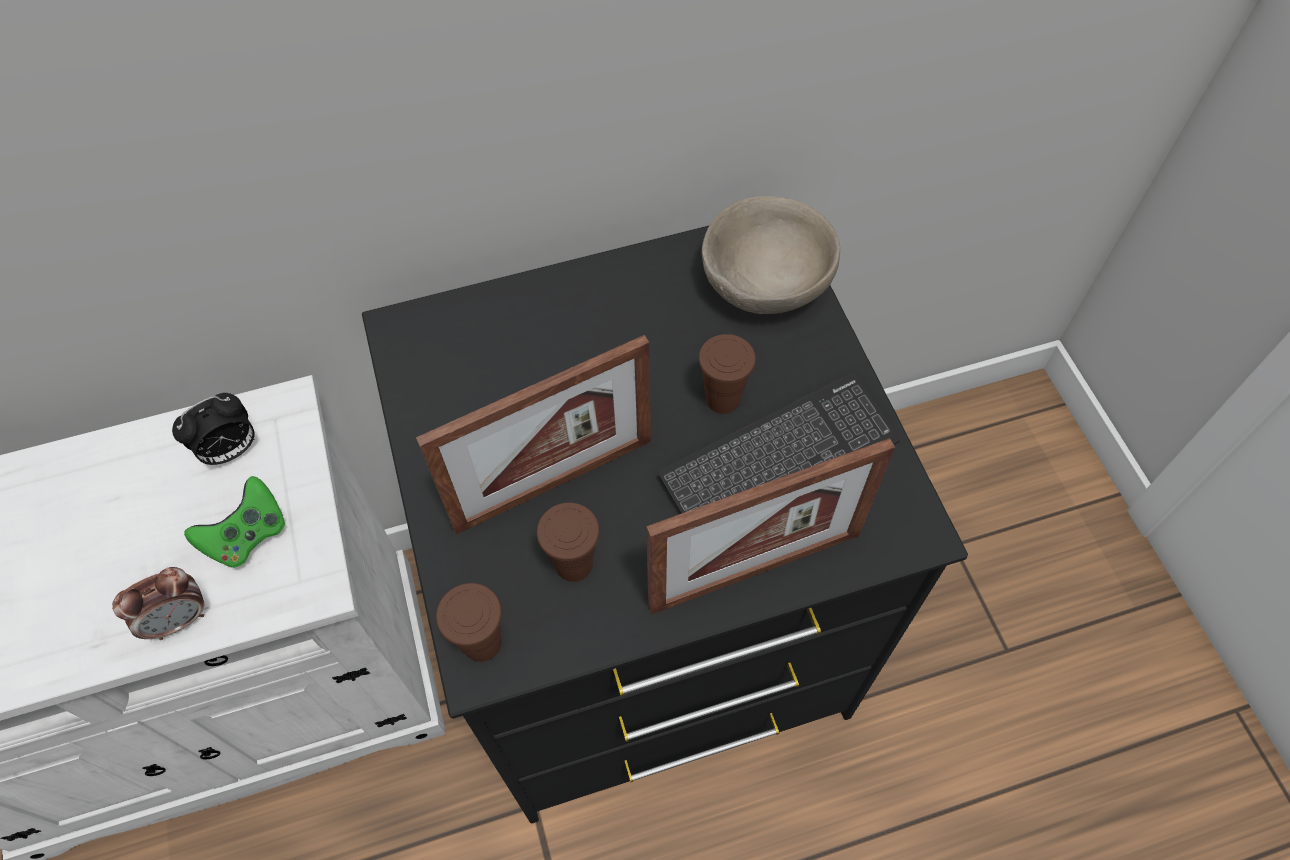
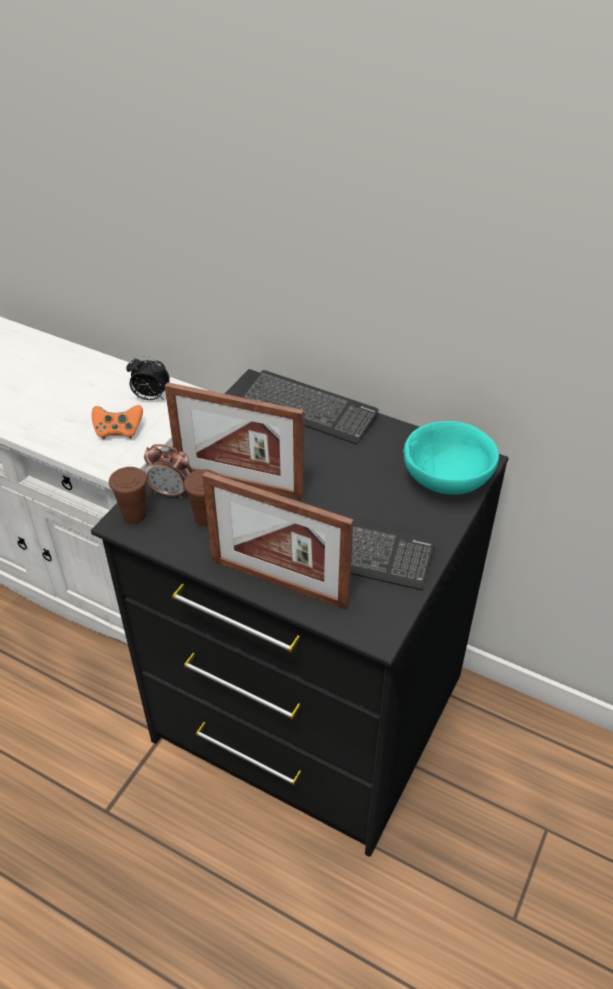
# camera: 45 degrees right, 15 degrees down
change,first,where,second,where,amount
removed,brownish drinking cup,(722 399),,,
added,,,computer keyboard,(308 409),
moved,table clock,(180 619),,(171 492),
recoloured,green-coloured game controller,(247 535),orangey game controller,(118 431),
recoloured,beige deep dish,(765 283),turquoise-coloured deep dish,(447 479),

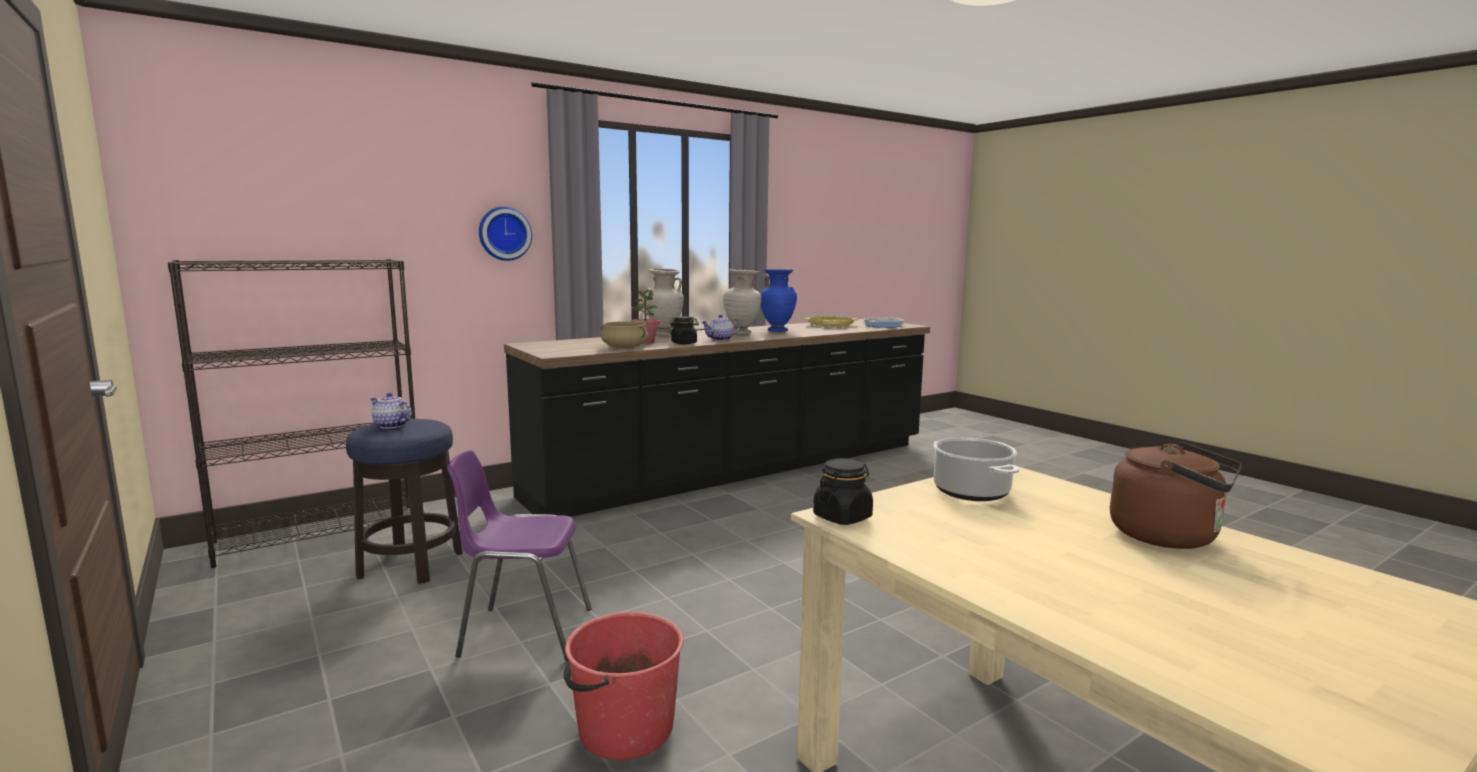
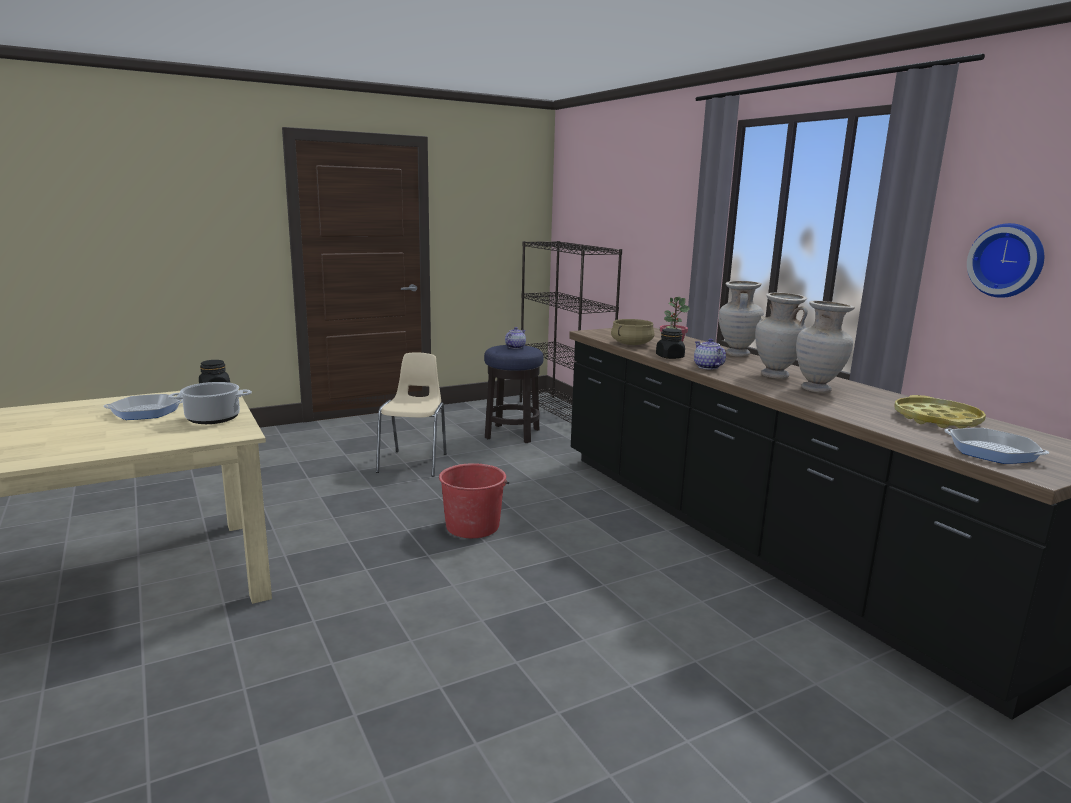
# camera: 95 degrees right, 5 degrees up
change,first,where,second,where,amount
removed,brownish kettle,(1170 537),,,
added,,,skillet,(146 412),
moved,hanging clock,(504 233),,(1007 260),
moved,red water bucket,(624 729),,(472 526),
recoloured,purple-coloured chair,(523 632),beige chair,(414 462),
recoloured,blue-coloured vase,(778 331),beige vase,(817 390),

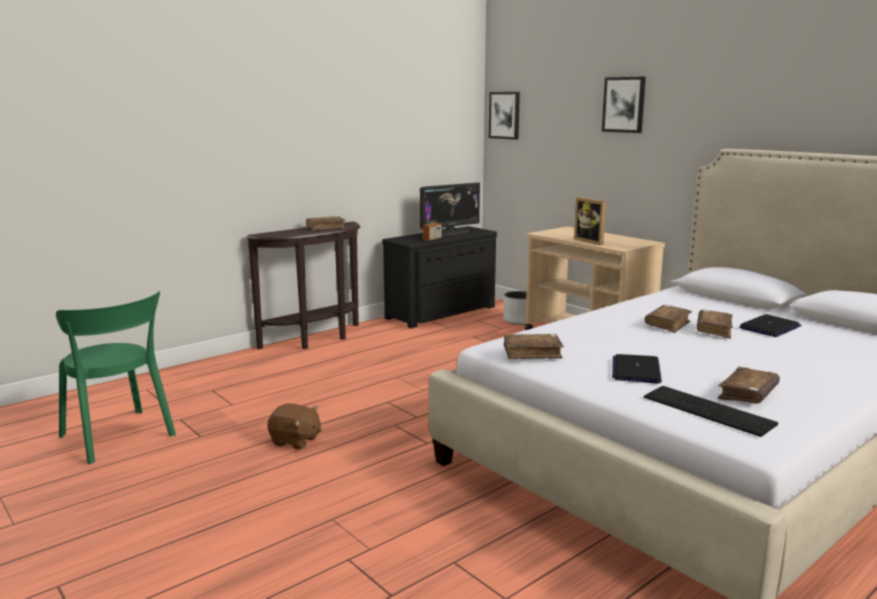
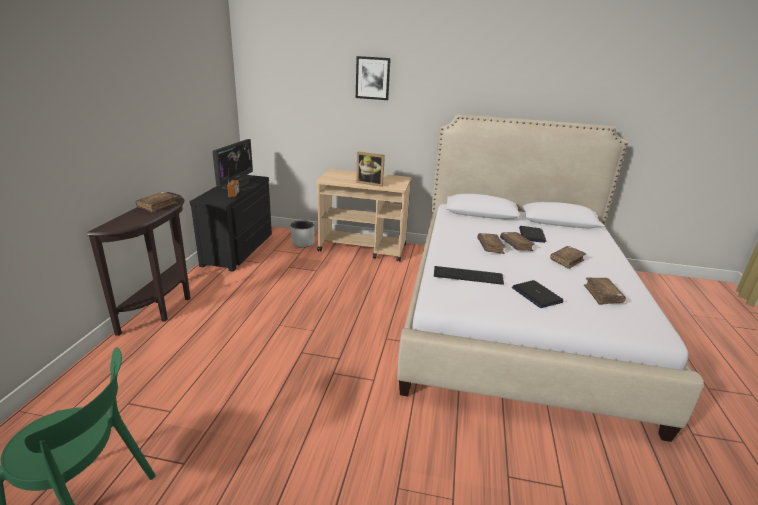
# camera: 40 degrees left, 10 degrees up
change,first,where,second,where,amount
removed,brownish soft toy,(295 441),,,
removed,picture,(504 115),,,
moved,brownish book,(532 353),,(566 261),
moved,computer keyboard,(710 410),,(468 275),

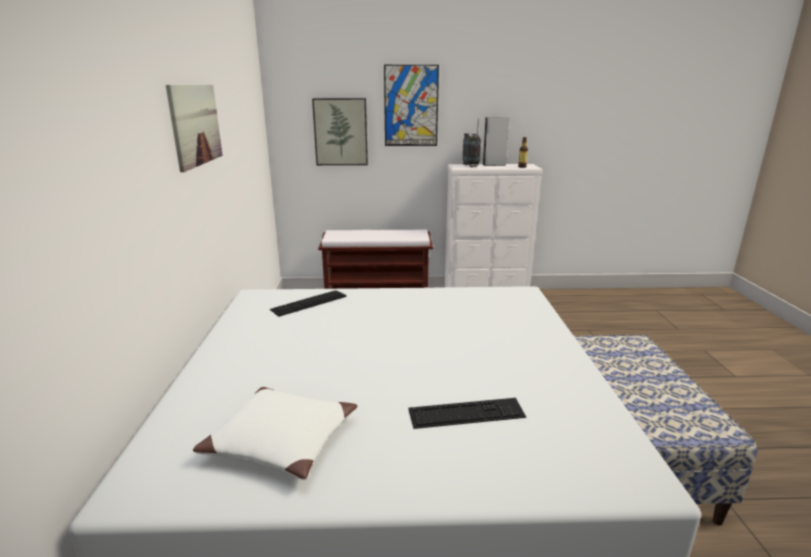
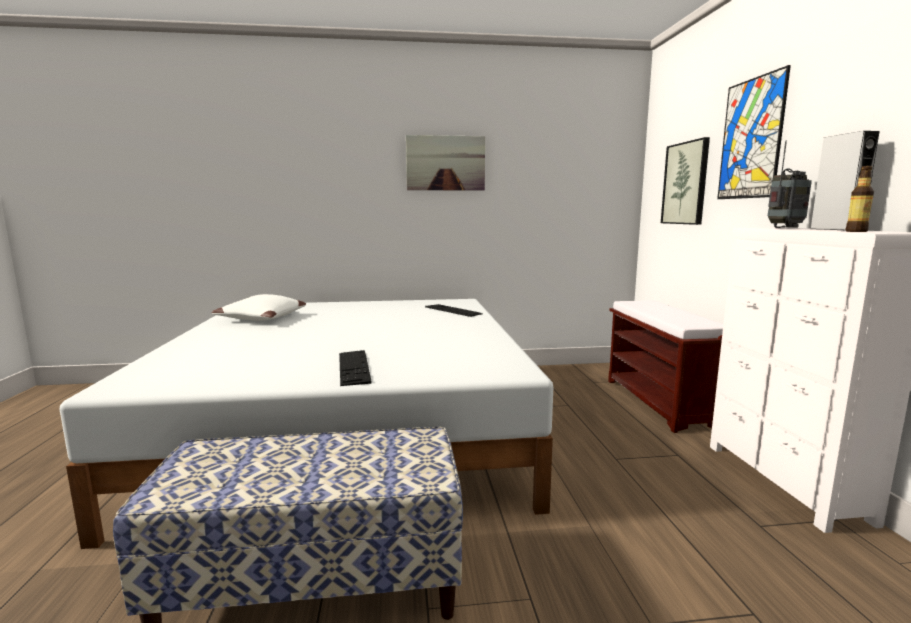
# camera: 85 degrees right, 10 degrees down
change,first,where,second,where,amount
moved,computer keyboard,(466 413),,(353 367),

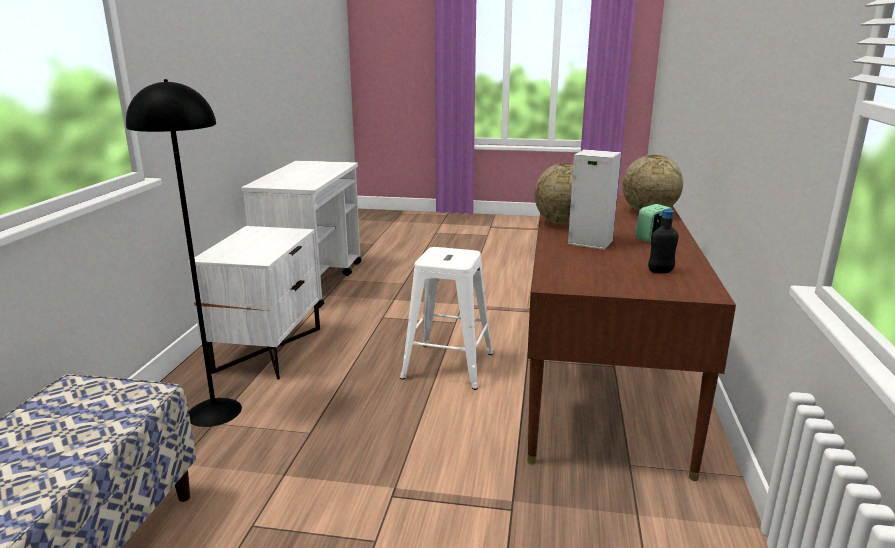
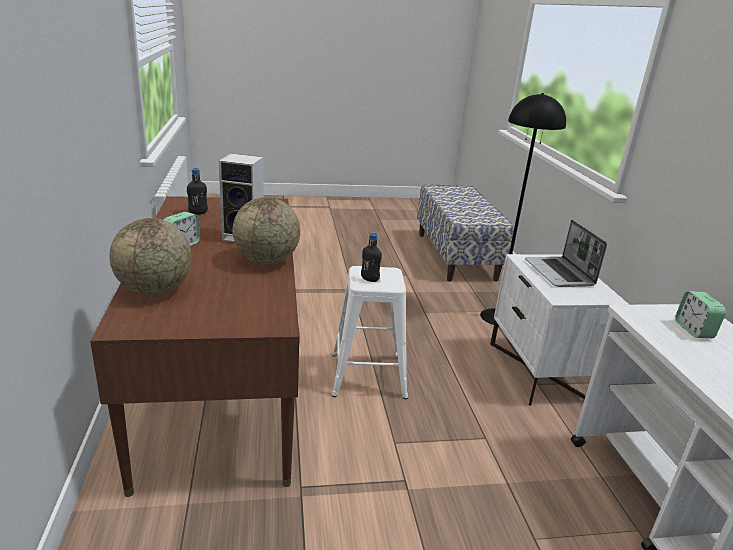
# camera: 160 degrees right, 5 degrees up
change,first,where,second,where,amount
added,,,blackish drink bottle,(369 279),
added,,,portable computer,(560 273),
added,,,table clock,(694 330),

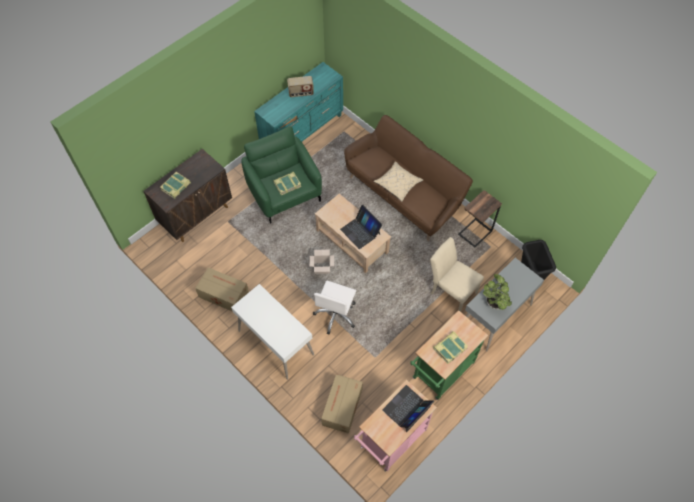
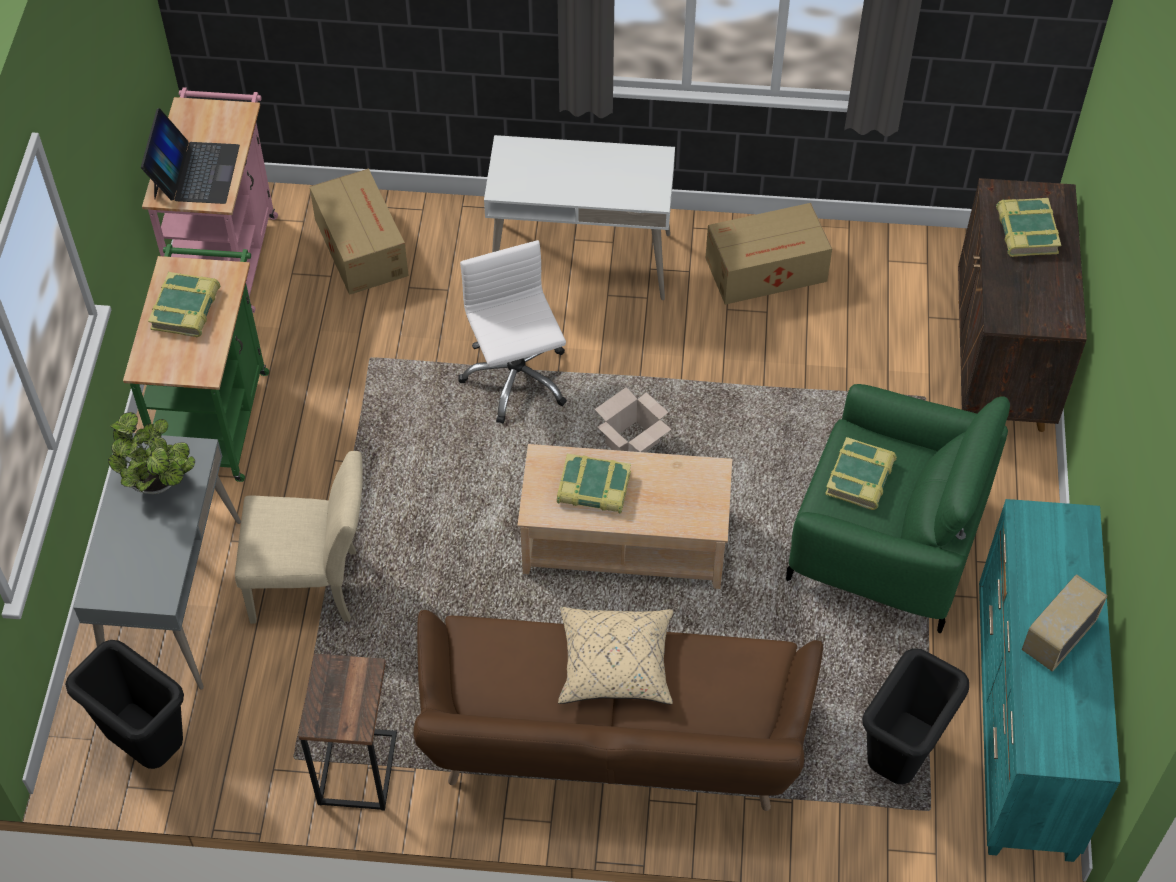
# camera: 140 degrees right, 5 degrees down
change,first,where,second,where,amount
added,,,blackish waste bin,(899 759),
replaced,portable computer,(360 231),book,(593 489),

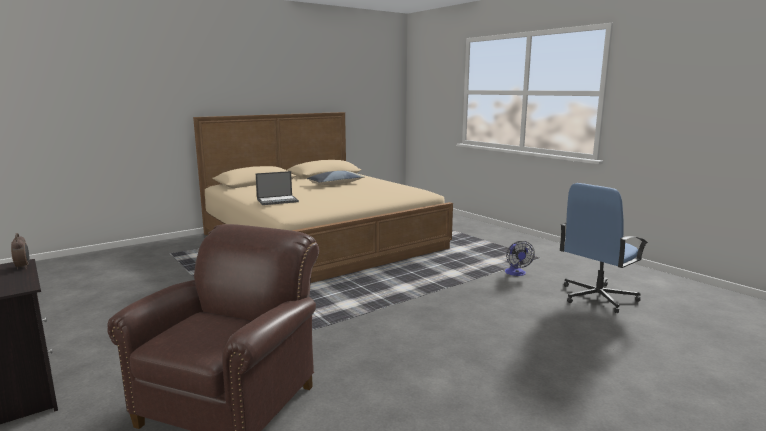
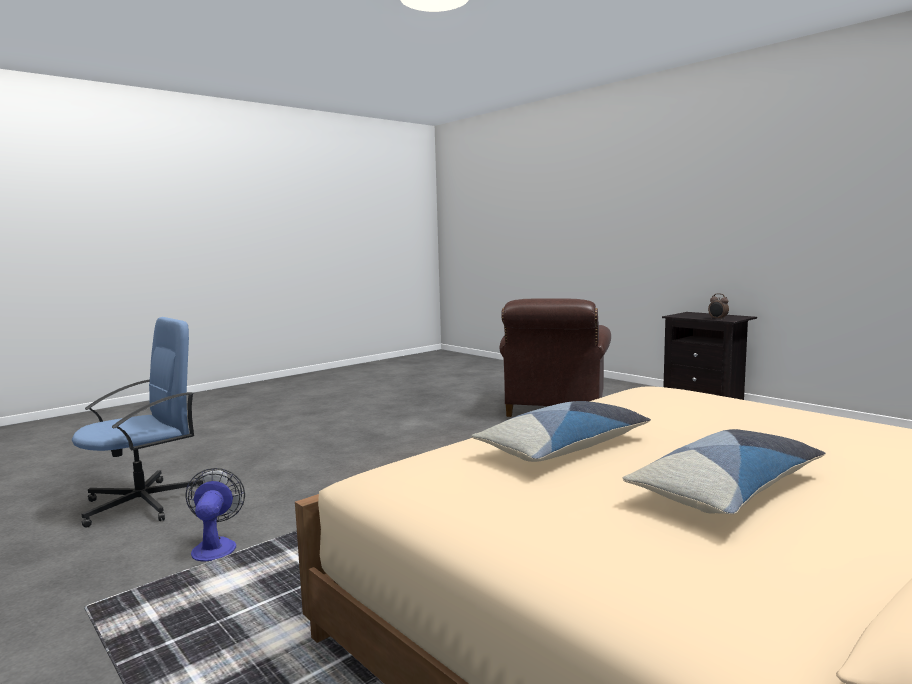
# camera: 175 degrees right, 5 degrees down
change,first,where,second,where,amount
removed,portable computer,(278 200),,,
added,,,cushion,(565 447),

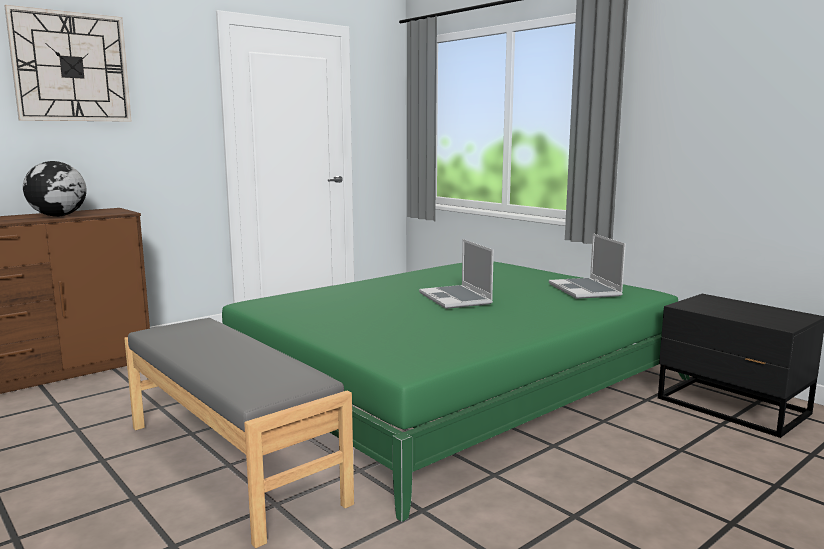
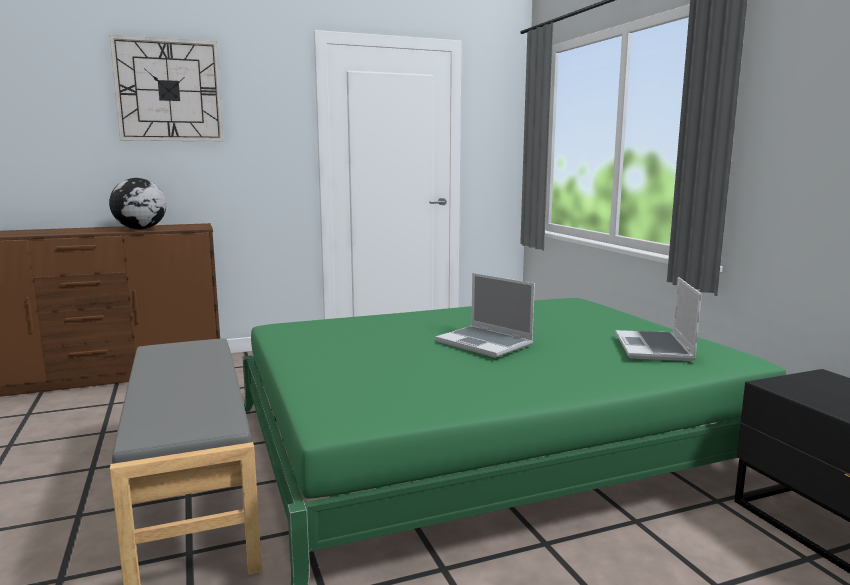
# camera: 20 degrees right, 0 degrees up
change,first,where,second,where,amount
turned,portable computer,(456 299),,(485 343),45 degrees counterclockwise

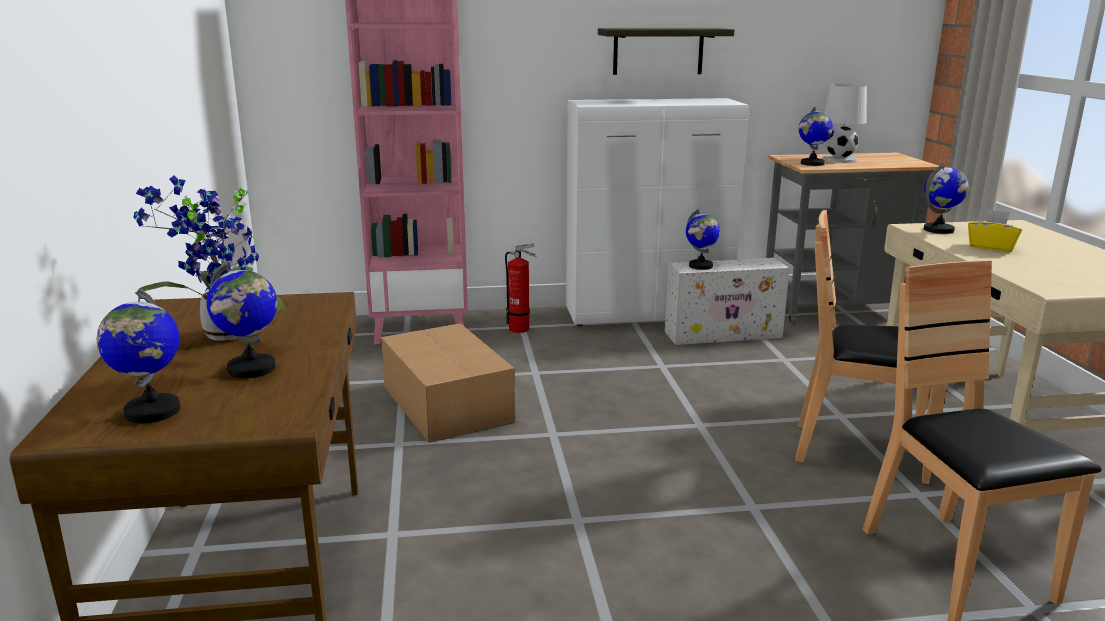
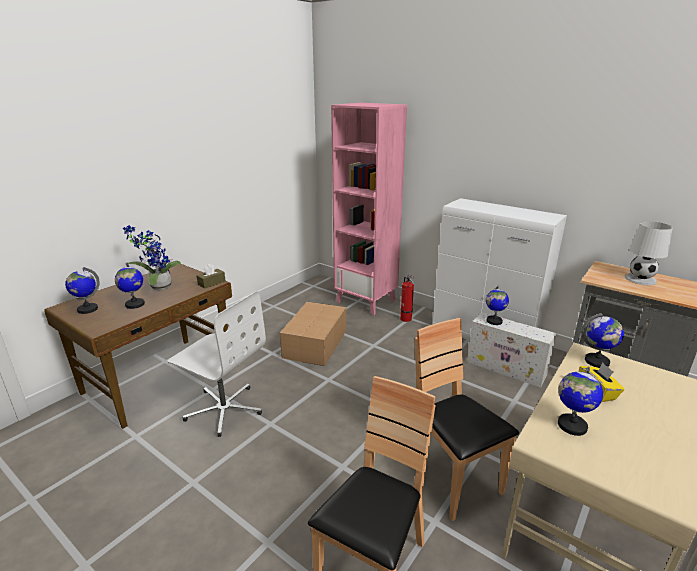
# camera: 45 degrees right, 5 degrees up
change,first,where,second,where,amount
removed,shelf,(658 51),,,
added,,,whitish office chair,(224 409),
added,,,brownish tissue holder,(211 283),
moved,globe,(812 163),,(571 426),

